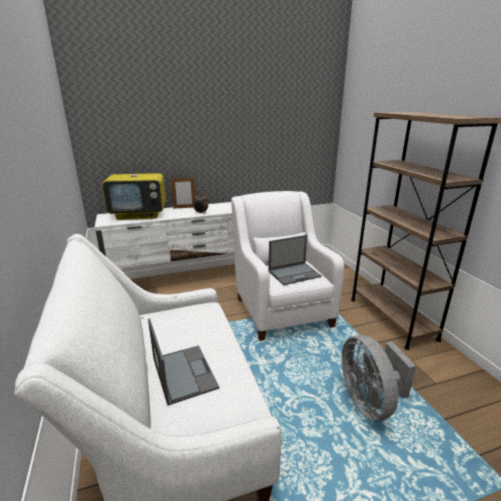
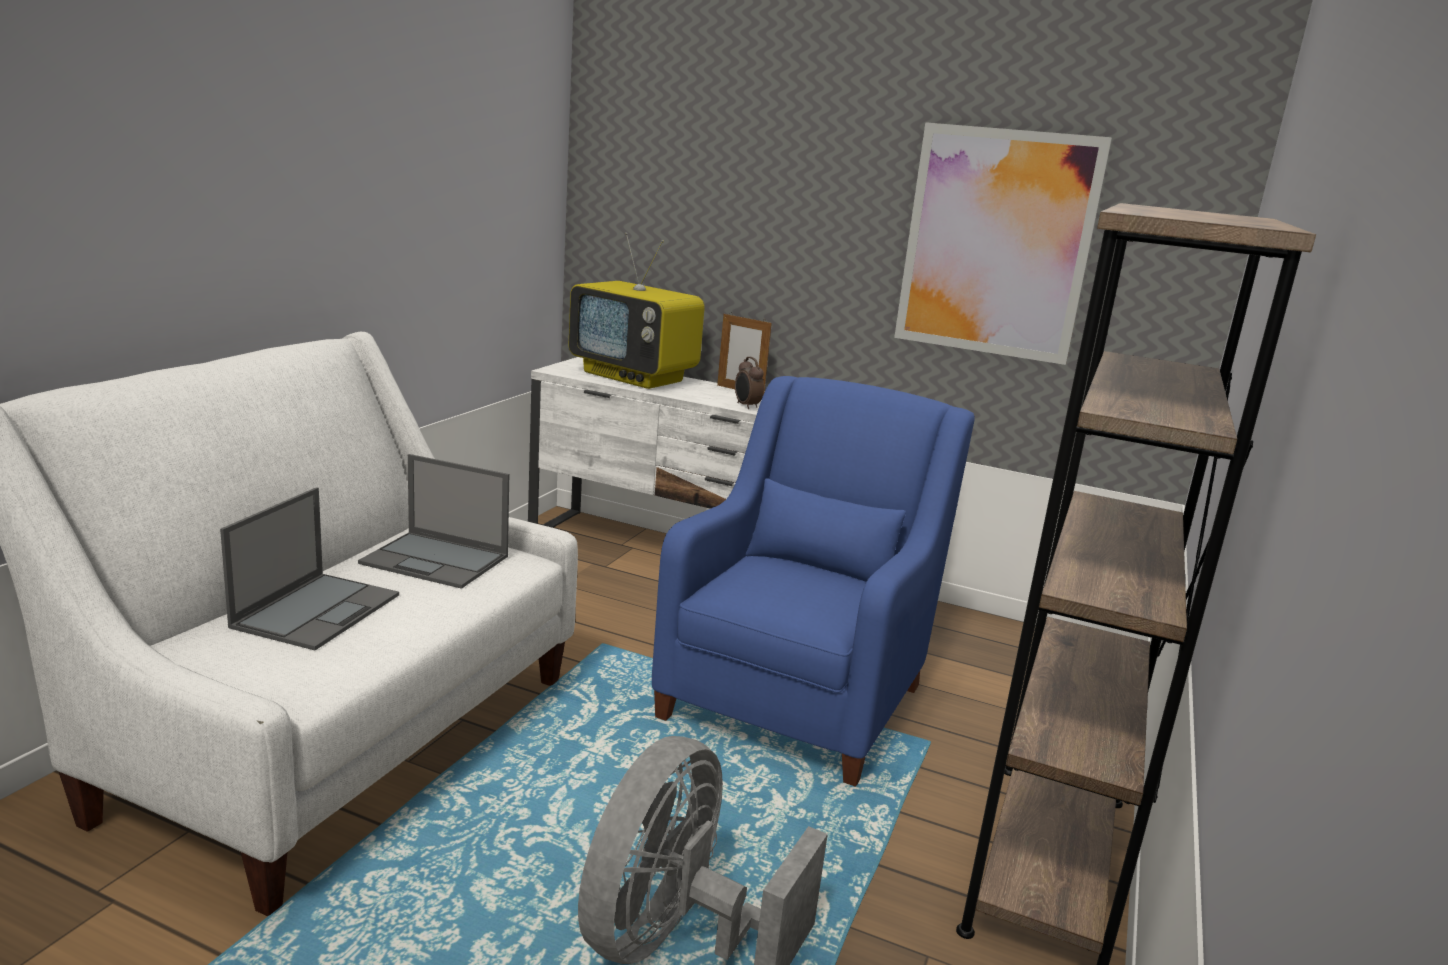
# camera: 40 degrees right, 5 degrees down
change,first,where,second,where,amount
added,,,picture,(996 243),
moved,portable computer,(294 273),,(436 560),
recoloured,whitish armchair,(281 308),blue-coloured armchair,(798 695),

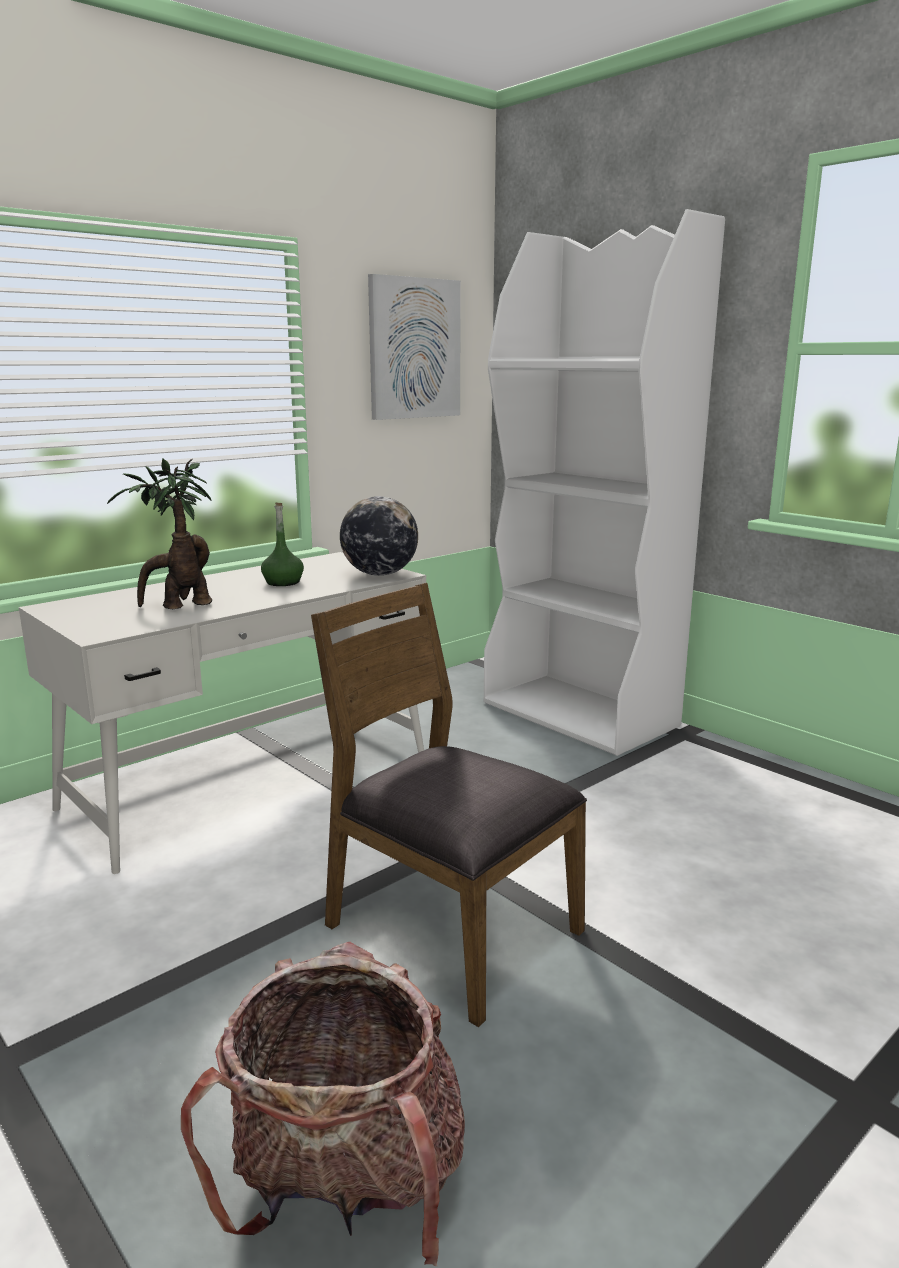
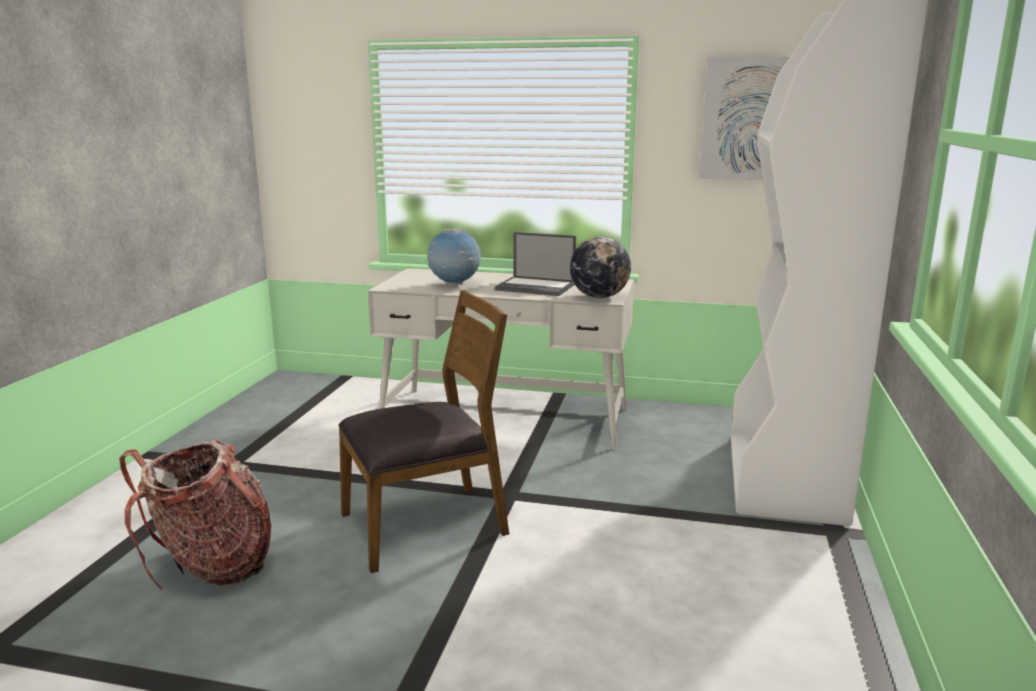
# camera: 55 degrees right, 0 degrees up
change,first,where,second,where,amount
replaced,houseplant,(180 606),globe,(454 285),
replaced,green-coloured drink bottle,(283 582),portable computer,(536 287),
turned,brownish chair,(449 929),,(425 525),60 degrees clockwise

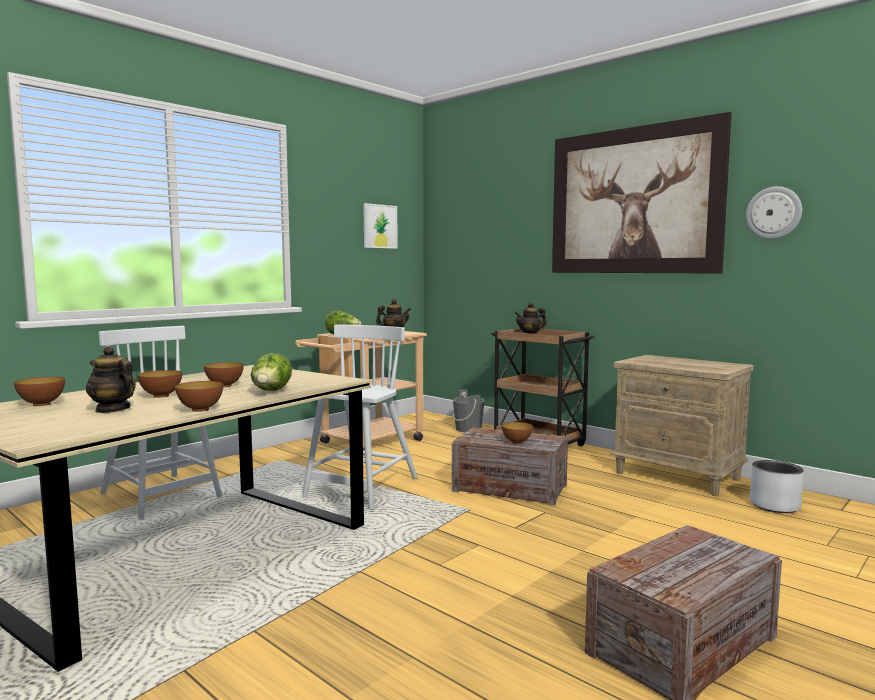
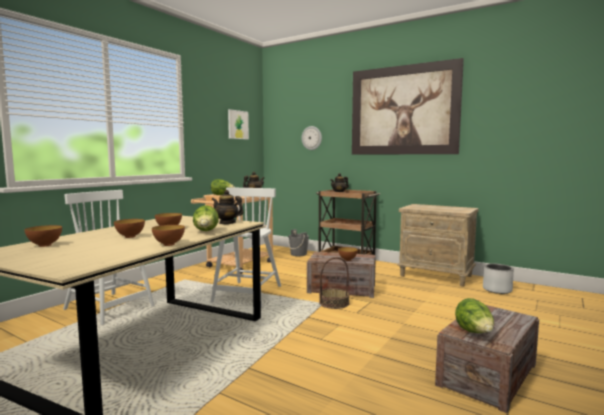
# camera: 10 degrees left, 0 degrees up
change,first,where,second,where,amount
added,,,household basket,(334 303),
added,,,lettuce head,(474 333),
moved,tea pot,(112 409),,(227 223),
moved,hanging clock,(773 213),,(312 138),

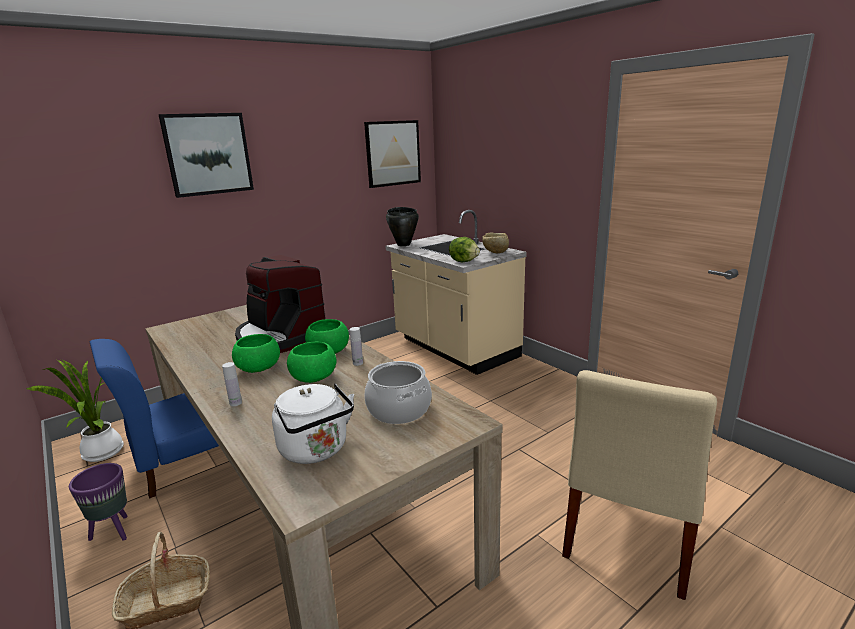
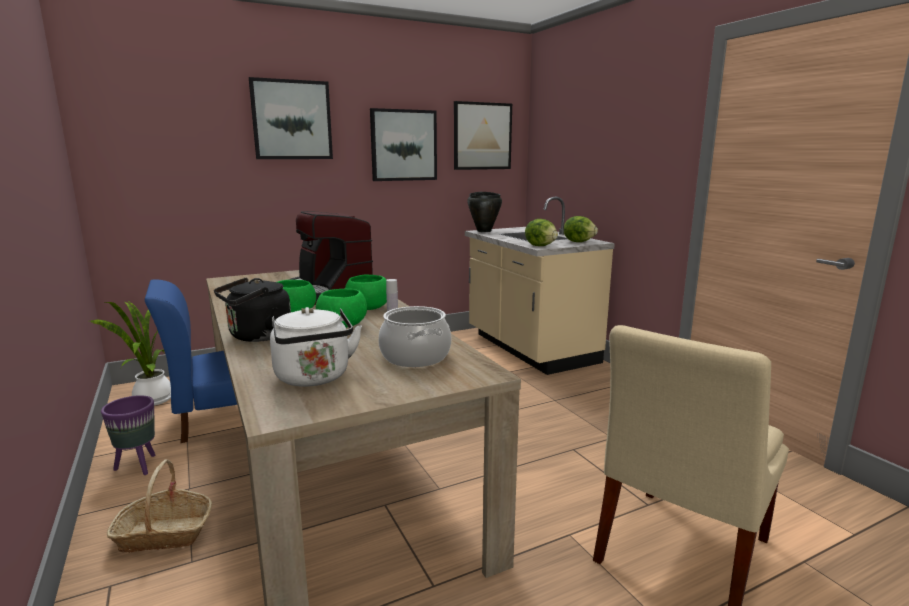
# camera: 10 degrees right, 5 degrees down
change,first,where,second,where,amount
added,,,picture,(403 145),
replaced,whitish drink bottle,(235 403),blackish kettle,(257 336),
replaced,beige deep dish,(495 253),lettuce head,(579 242),

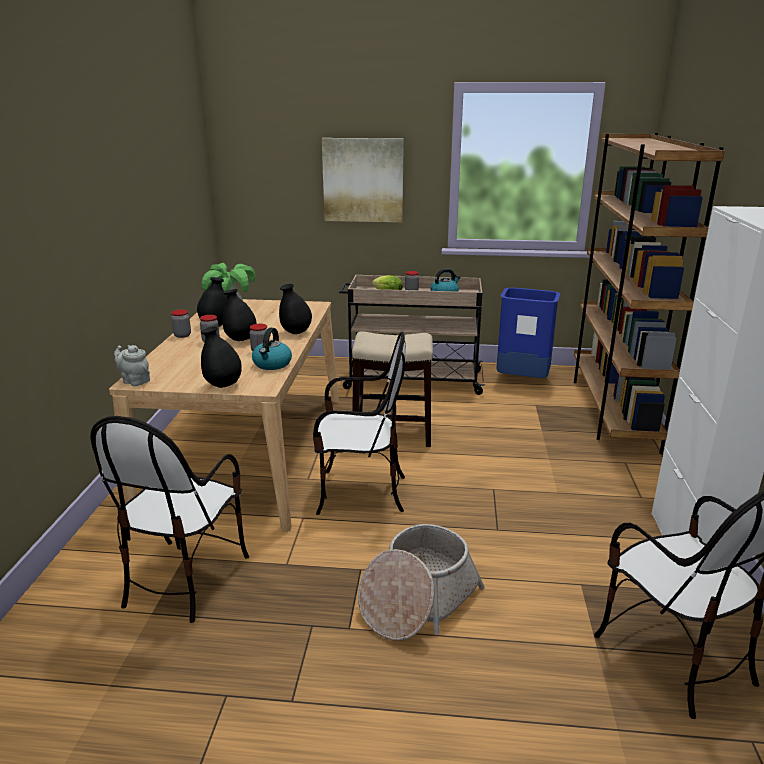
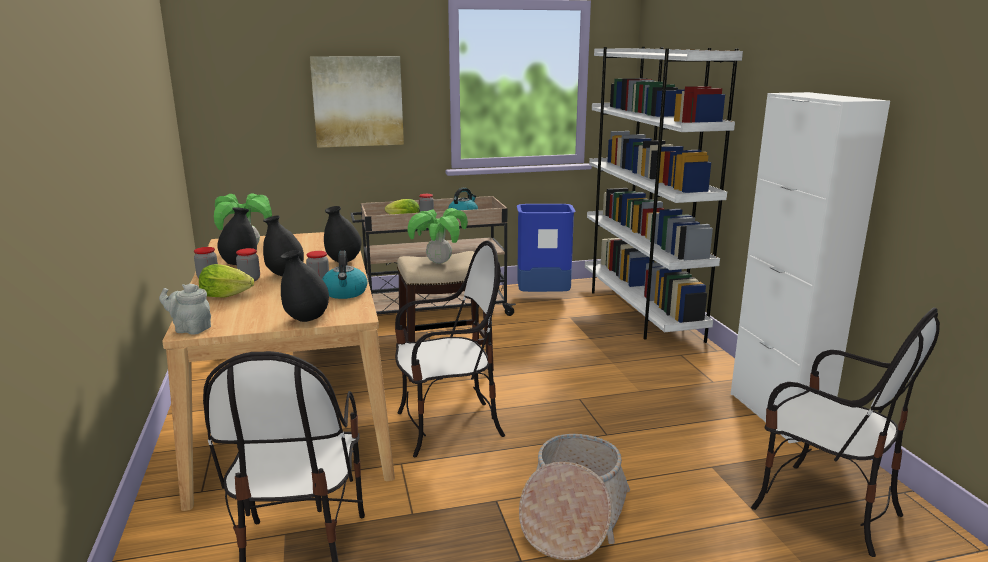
# camera: 20 degrees left, 5 degrees down
change,first,where,second,where,amount
added,,,lettuce head,(225 296),
added,,,houseplant,(439 262),
recoloured,brownish shelving unit,(611 410),whitish shelving unit,(640 312),

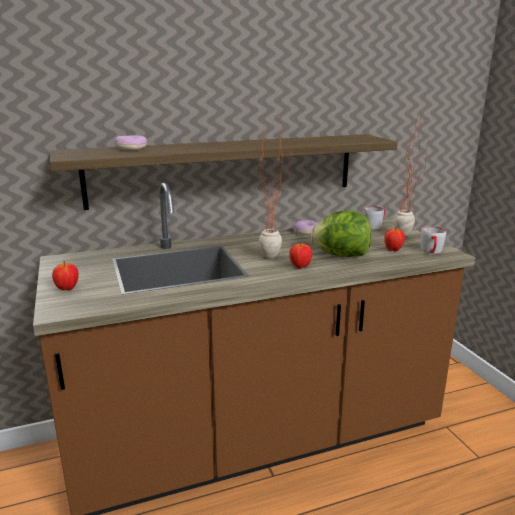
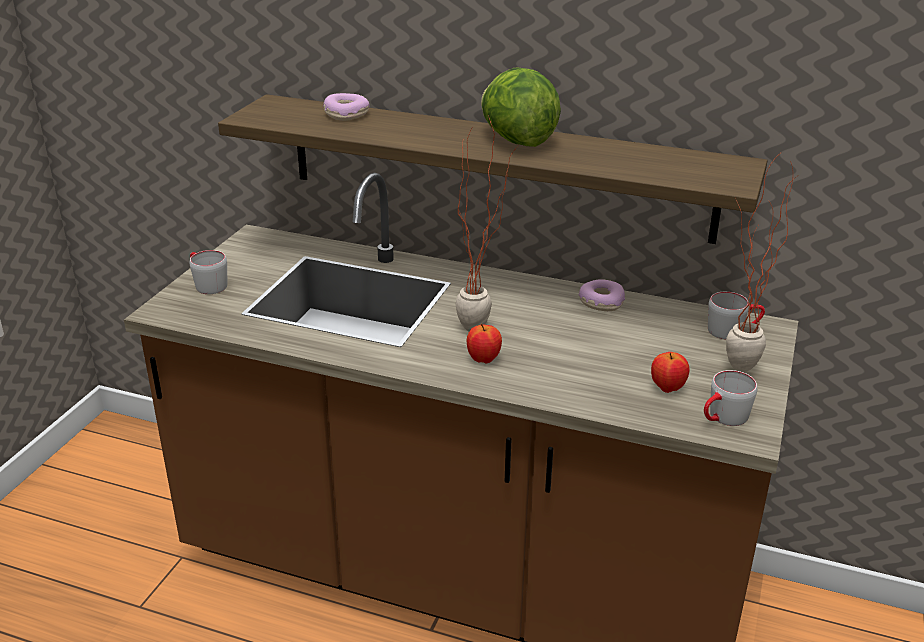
# camera: 40 degrees right, 10 degrees up
change,first,where,second,where,amount
moved,lettuce head,(341 255),,(517 141),
replaced,apple,(67 289),grey mug,(207 284),

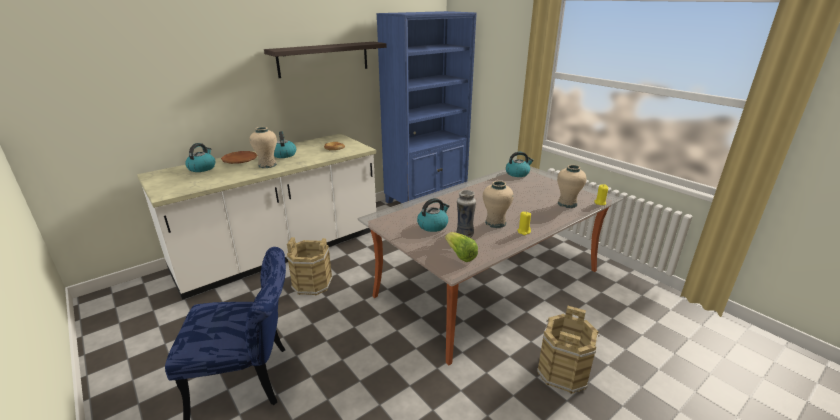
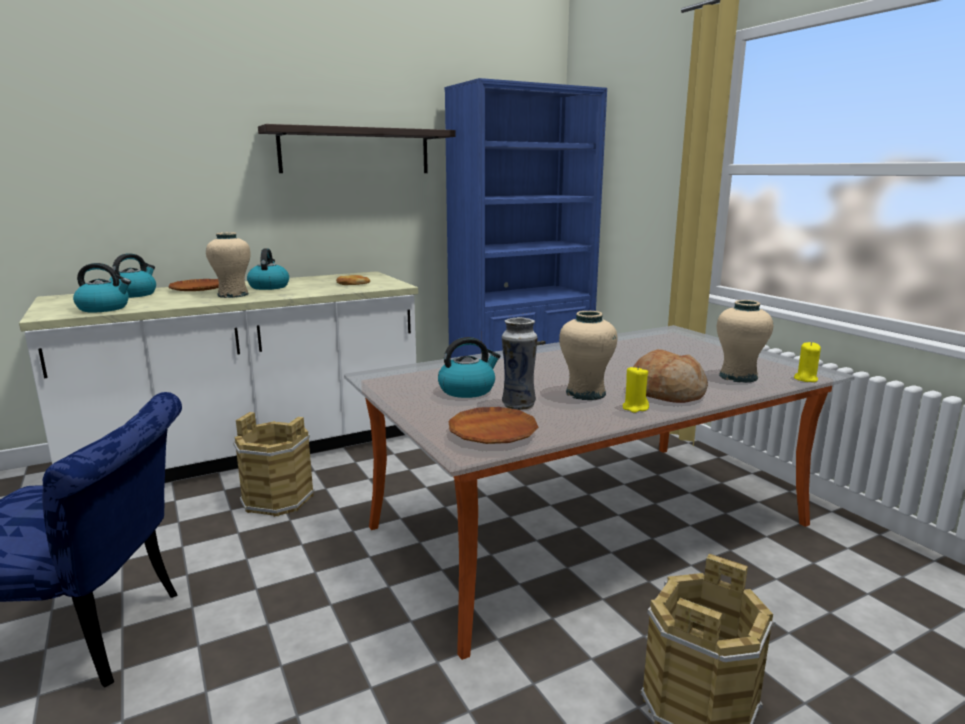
# camera: 10 degrees right, 10 degrees down
change,first,where,second,where,amount
added,,,baked bread,(666 393),
moved,kettle,(517 173),,(104 308),
replaced,lettuce head,(460 255),brownish plate,(493 432),

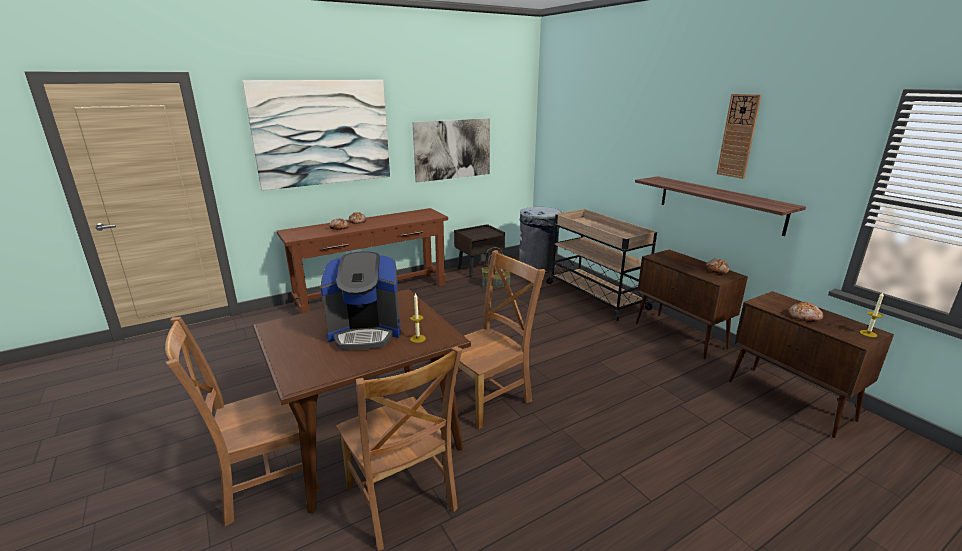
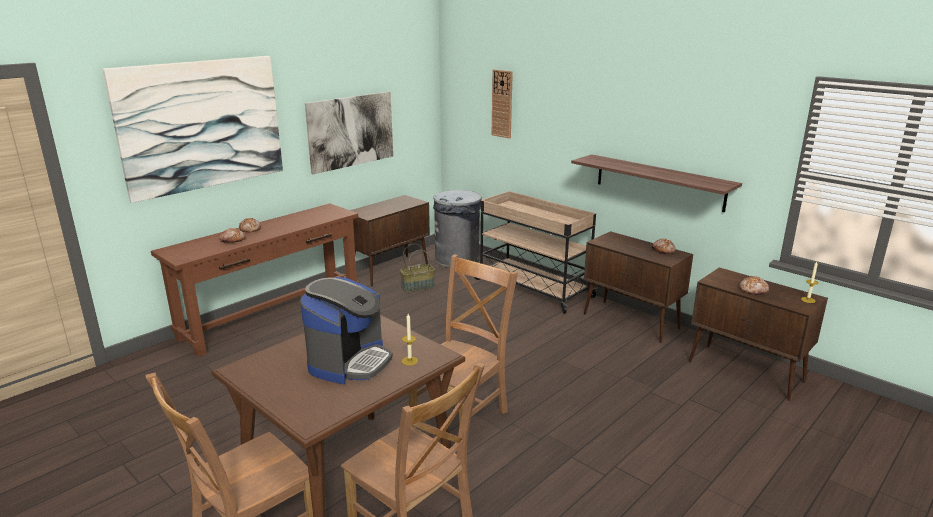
# camera: 15 degrees left, 0 degrees up
change,first,where,second,where,amount
moved,hanging clock,(738 136),,(502 104),
replaced,brownish nightstand,(479 269),brownish cabinet,(390 270),
turned,coffee machine,(365 332),,(349 362),45 degrees counterclockwise

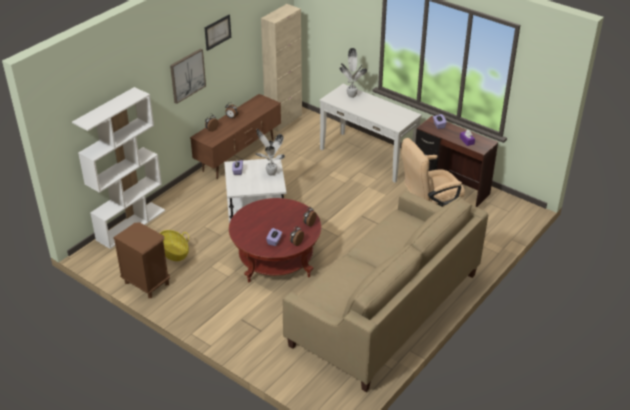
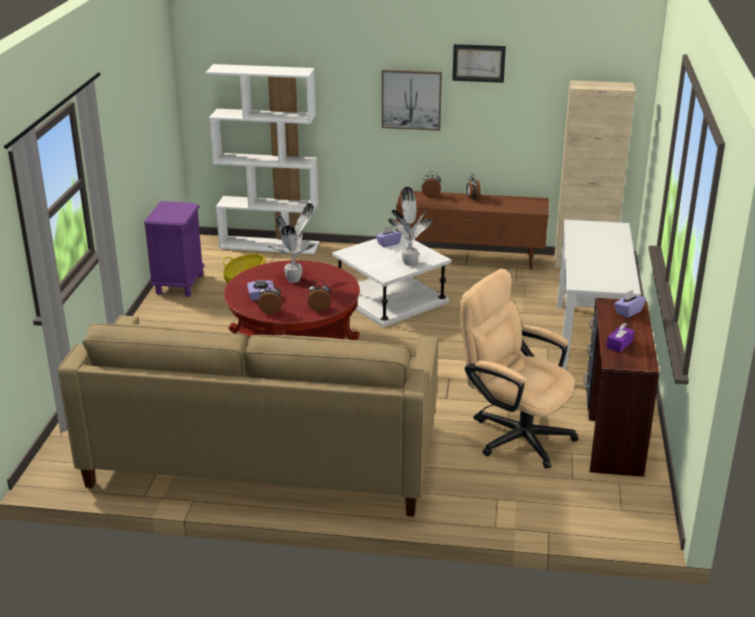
# camera: 60 degrees right, 10 degrees down
change,first,where,second,where,amount
moved,houseplant,(352 95),,(295 279),
recoloured,brownish nightstand,(146 283),purple-coloured nightstand,(179 284),

